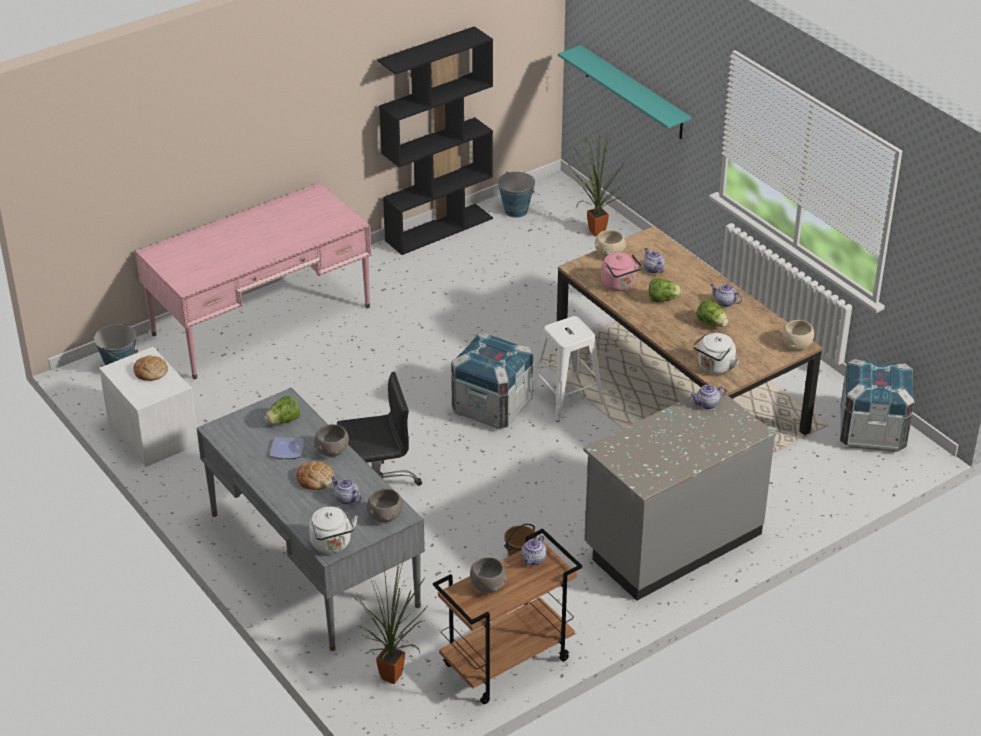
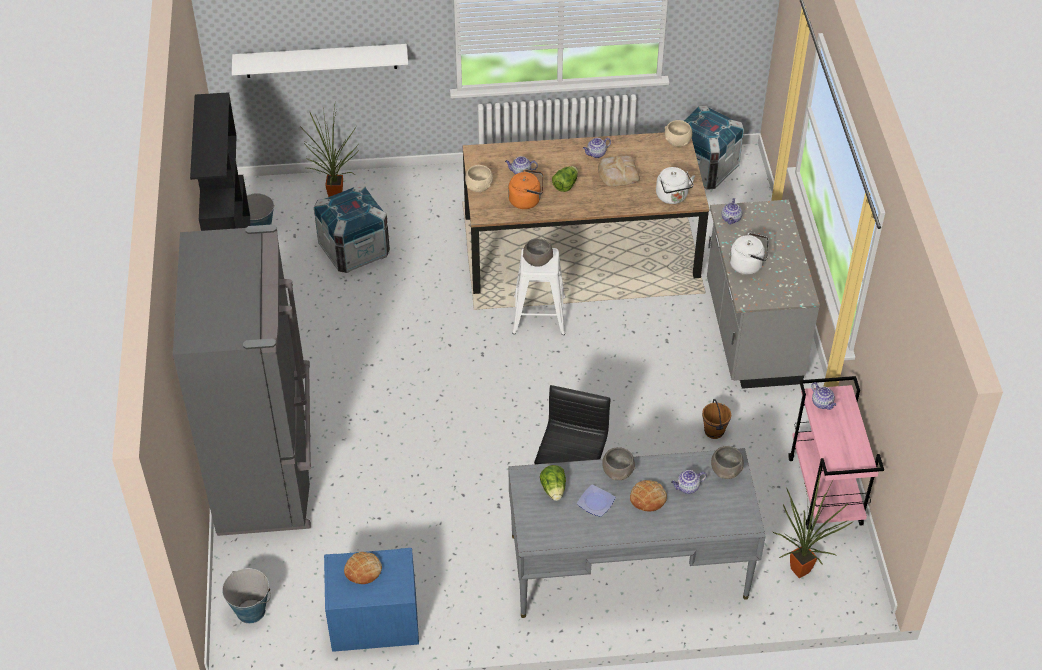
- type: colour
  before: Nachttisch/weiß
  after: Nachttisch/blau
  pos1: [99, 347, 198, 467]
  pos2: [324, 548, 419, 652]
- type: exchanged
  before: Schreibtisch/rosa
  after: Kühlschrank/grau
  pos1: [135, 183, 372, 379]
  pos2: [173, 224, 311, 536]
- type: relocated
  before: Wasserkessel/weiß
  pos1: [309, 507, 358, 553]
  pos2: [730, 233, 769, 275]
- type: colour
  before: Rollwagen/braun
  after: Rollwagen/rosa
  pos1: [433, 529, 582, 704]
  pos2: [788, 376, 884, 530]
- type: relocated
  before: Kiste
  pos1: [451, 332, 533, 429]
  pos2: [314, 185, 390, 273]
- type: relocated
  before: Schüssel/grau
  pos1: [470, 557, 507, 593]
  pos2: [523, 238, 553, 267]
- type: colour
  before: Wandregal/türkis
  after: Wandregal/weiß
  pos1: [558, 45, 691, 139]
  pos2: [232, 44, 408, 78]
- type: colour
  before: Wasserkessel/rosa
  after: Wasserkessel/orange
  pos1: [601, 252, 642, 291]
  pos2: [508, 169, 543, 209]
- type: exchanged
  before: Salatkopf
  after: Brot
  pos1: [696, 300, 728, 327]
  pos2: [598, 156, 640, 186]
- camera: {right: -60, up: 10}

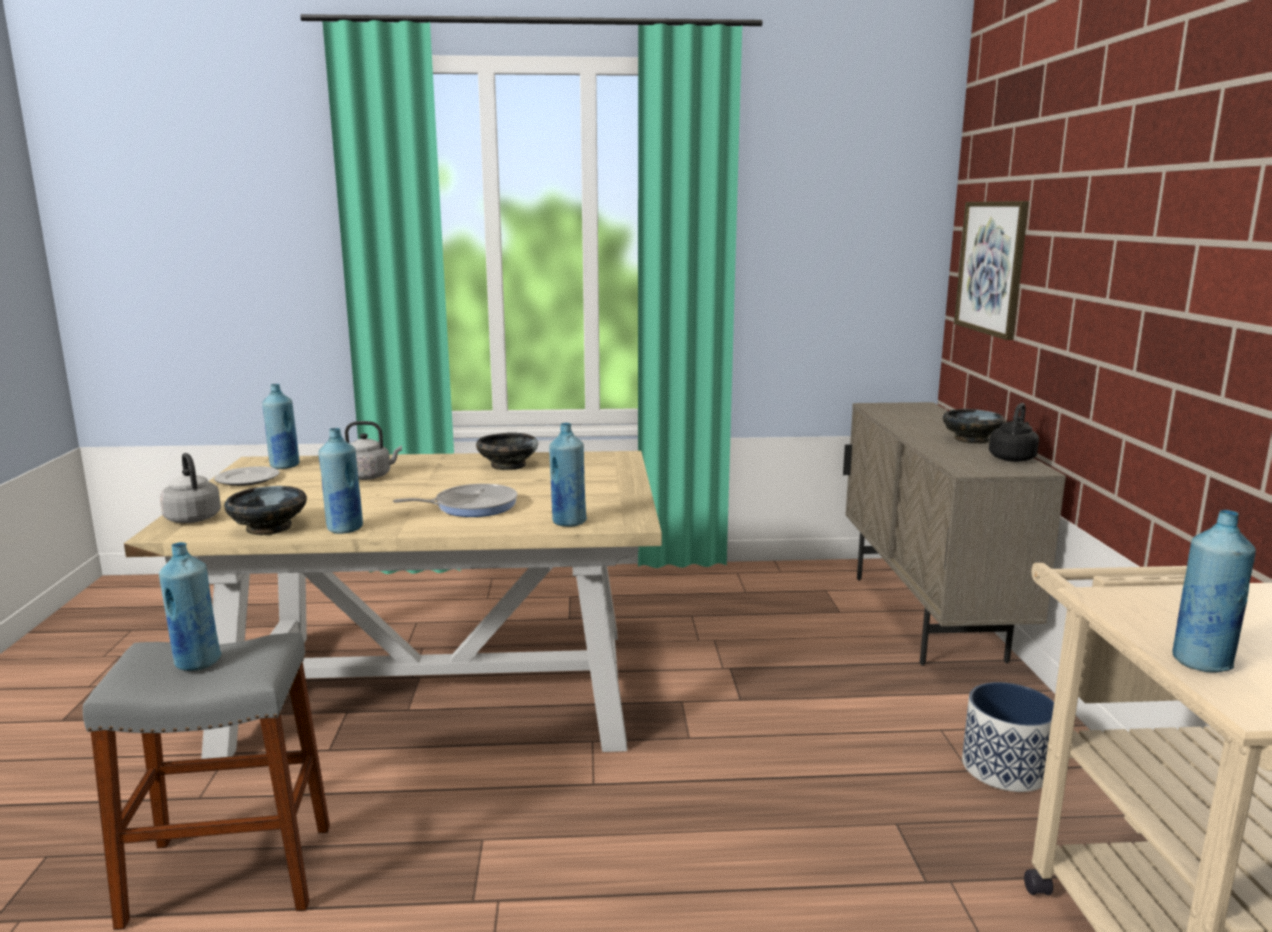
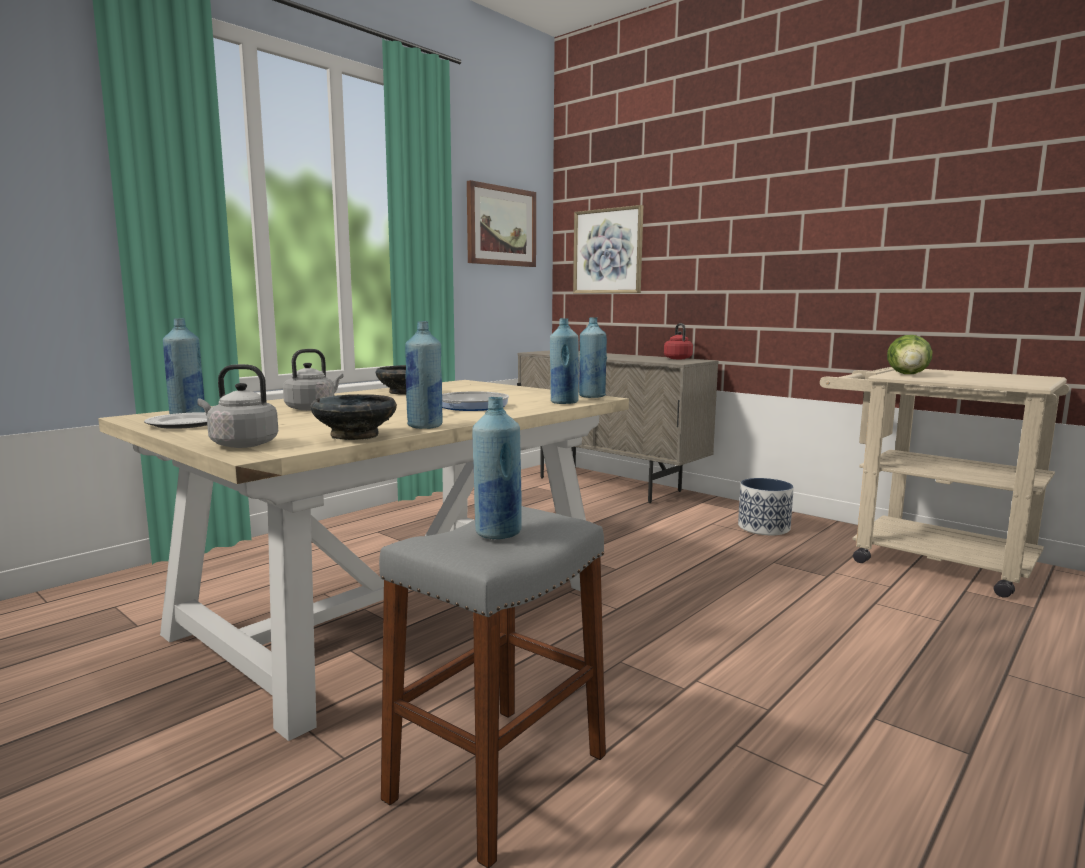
- type: missing
  before: Schüssel/schwarz
  pos1: [943, 409, 1005, 444]
- type: colour
  before: Wasserkessel/schwarz
  after: Wasserkessel/rot
  pos1: [989, 403, 1039, 462]
  pos2: [664, 323, 693, 359]
- type: relocated
  before: Flasche/blau
  pos1: [1173, 510, 1256, 673]
  pos2: [579, 317, 607, 398]
- type: appeared
  after: Bild
  pos2: [467, 180, 536, 267]
- type: appeared
  after: Salatkopf
  pos2: [887, 335, 932, 374]
- camera: {right: -45, up: -5}

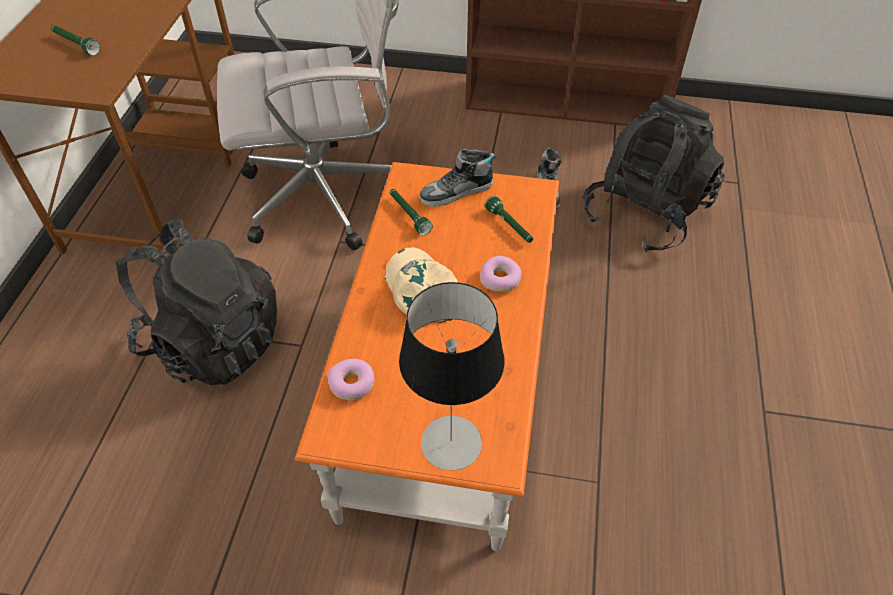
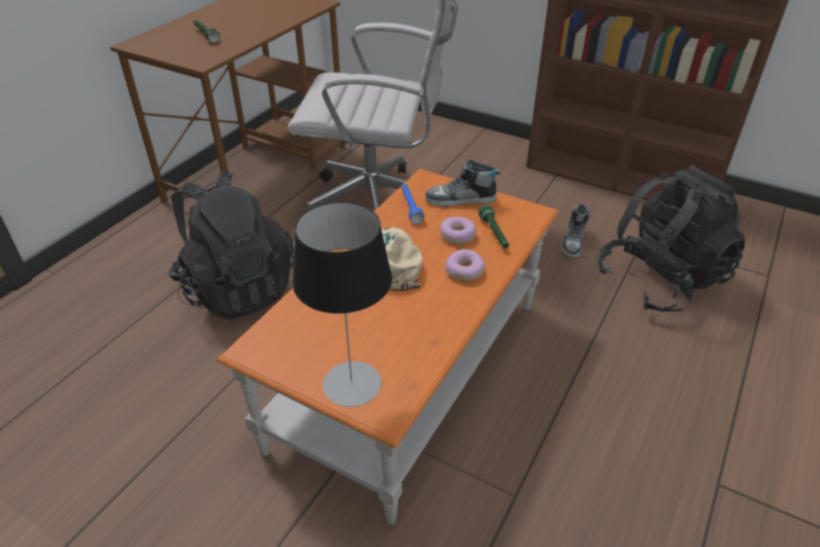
- type: relocated
  before: Donut
  pos1: [328, 359, 374, 401]
  pos2: [440, 217, 477, 244]
- type: colour
  before: Taschenlampe/grün
  after: Taschenlampe/blau
  pos1: [390, 189, 433, 235]
  pos2: [402, 184, 425, 224]
- camera: {right: 20, up: -10}

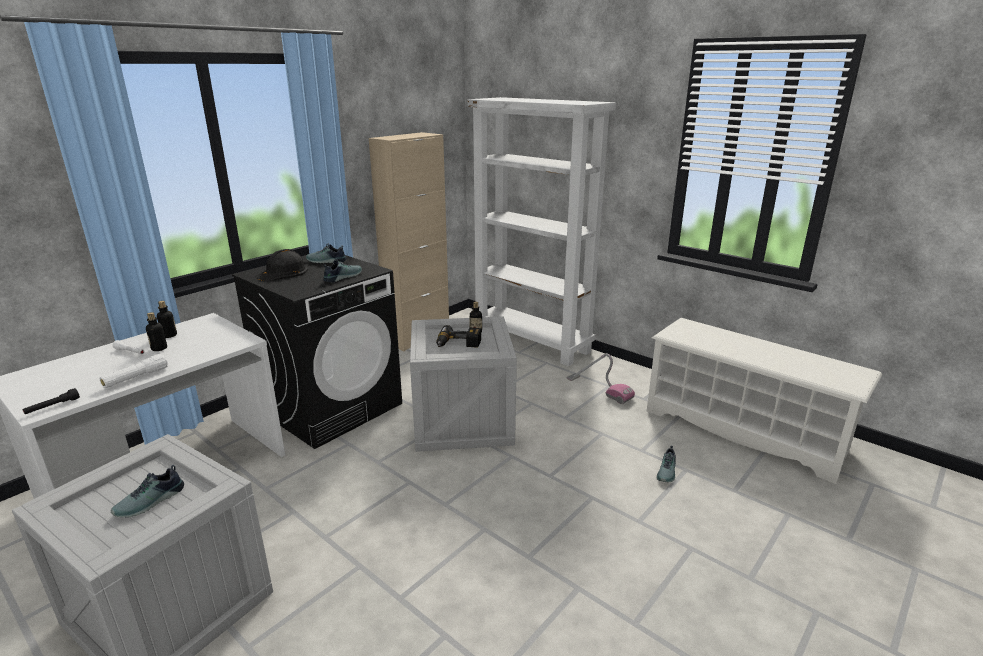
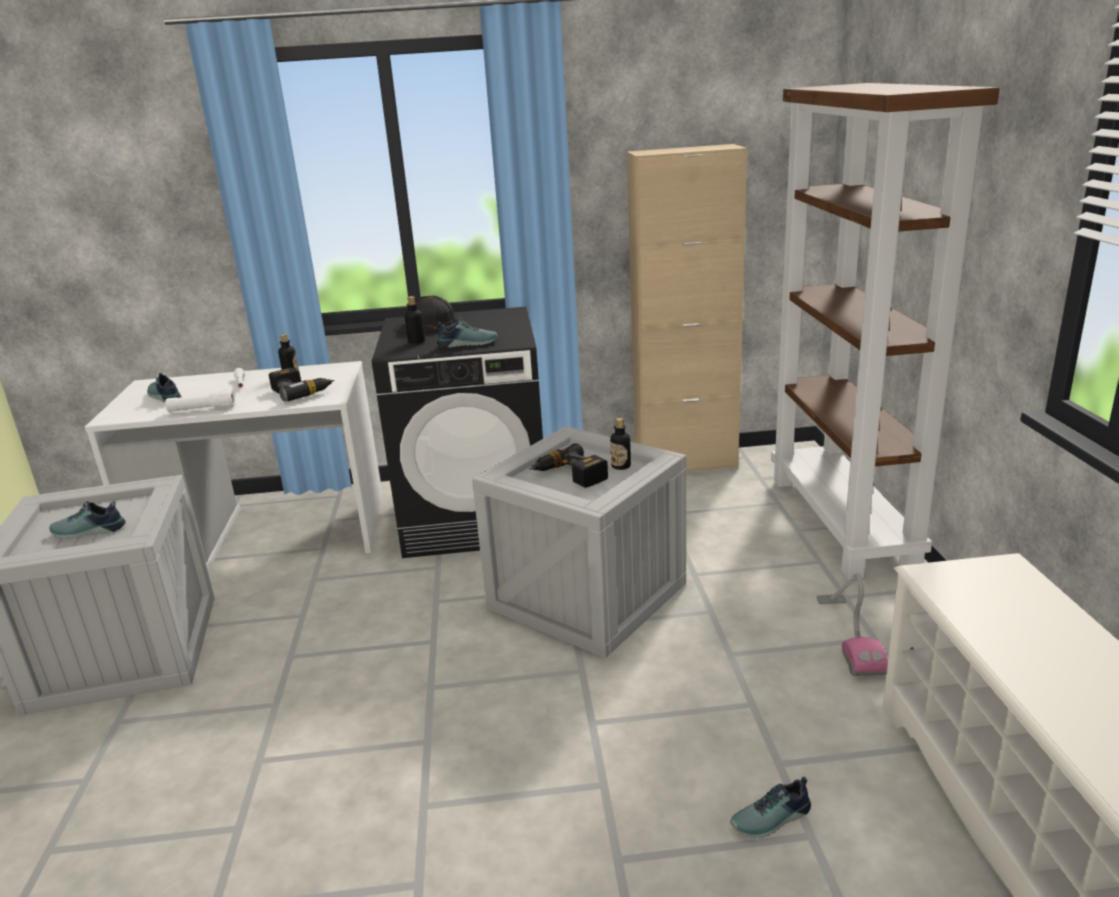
- type: missing
  before: Taschenlampe/schwarz
  pos1: [23, 388, 80, 414]
- type: relocated
  before: Flasche
  pos1: [146, 312, 167, 351]
  pos2: [404, 296, 425, 344]
- type: relocated
  before: Schuh
  pos1: [306, 243, 347, 263]
  pos2: [147, 373, 182, 403]
- type: colour
  before: Bücherregal/weiß
  after: Bücherregal/braun
  pos1: [467, 97, 616, 366]
  pos2: [771, 83, 1000, 580]
- type: appeared
  after: Bohrmaschine
  pos2: [269, 368, 334, 402]
- camera: {right: 45, up: 0}

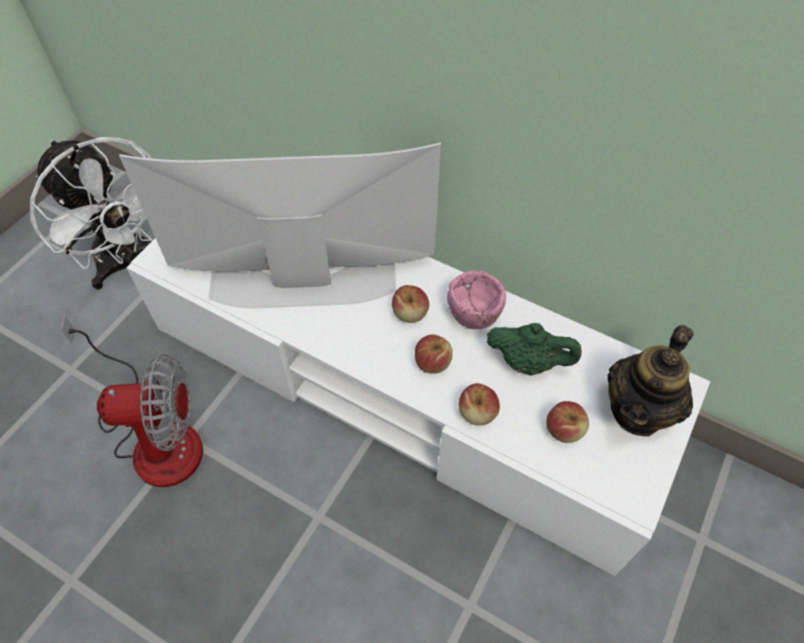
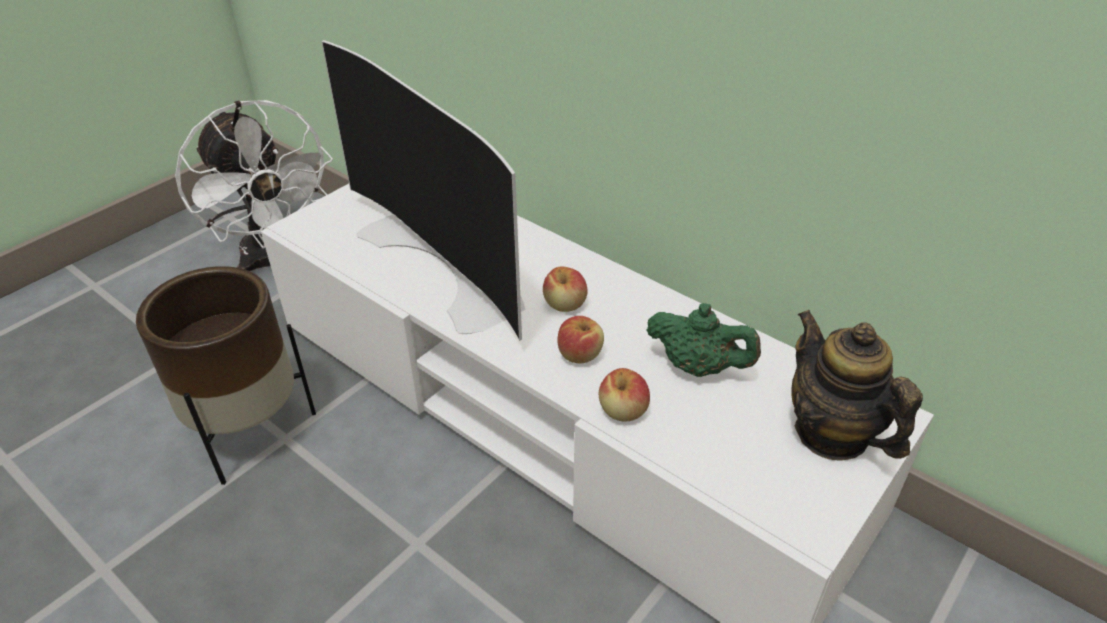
- type: exchanged
  before: Ventilator
  after: Pflanzkübel/braun
  pos1: [61, 315, 203, 487]
  pos2: [136, 266, 316, 485]
- type: spun
  before: Fernseher
  pos1: [119, 143, 441, 309]
  pos2: [321, 40, 525, 341]
  turn: -135
- type: missing
  before: Schüssel/rosa
  pos1: [447, 270, 506, 329]
- type: missing
  before: Apfel
  pos1: [546, 401, 589, 443]
- type: spun
  before: Teekanne
  pos1: [607, 325, 693, 437]
  pos2: [791, 310, 923, 461]
  turn: 105
- camera: {right: 10, up: -15}

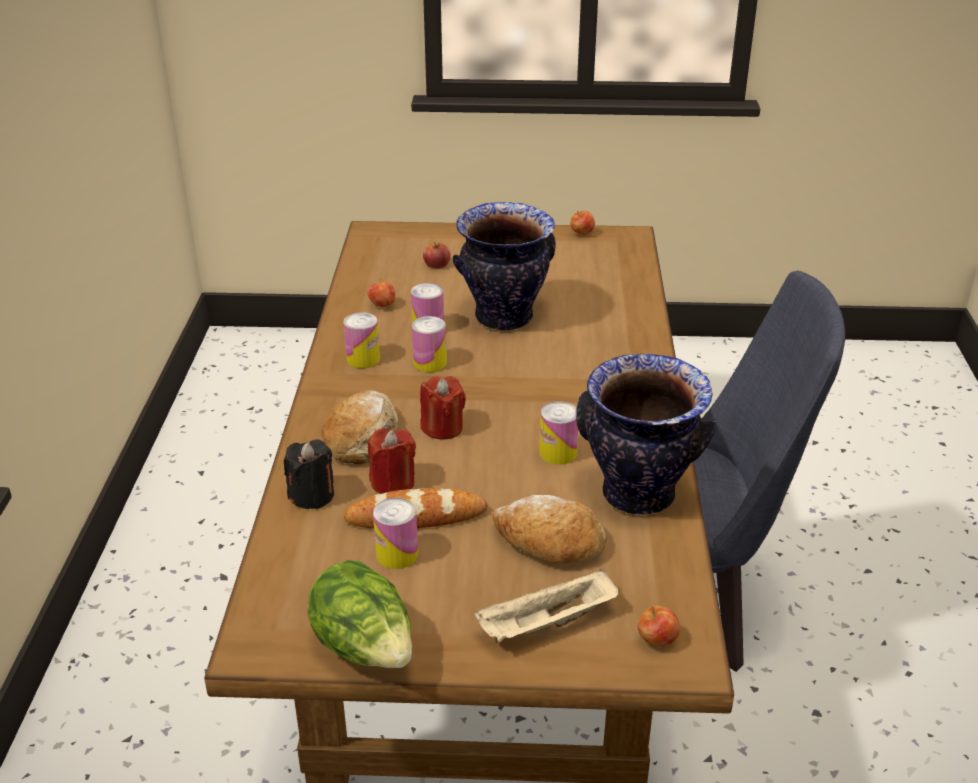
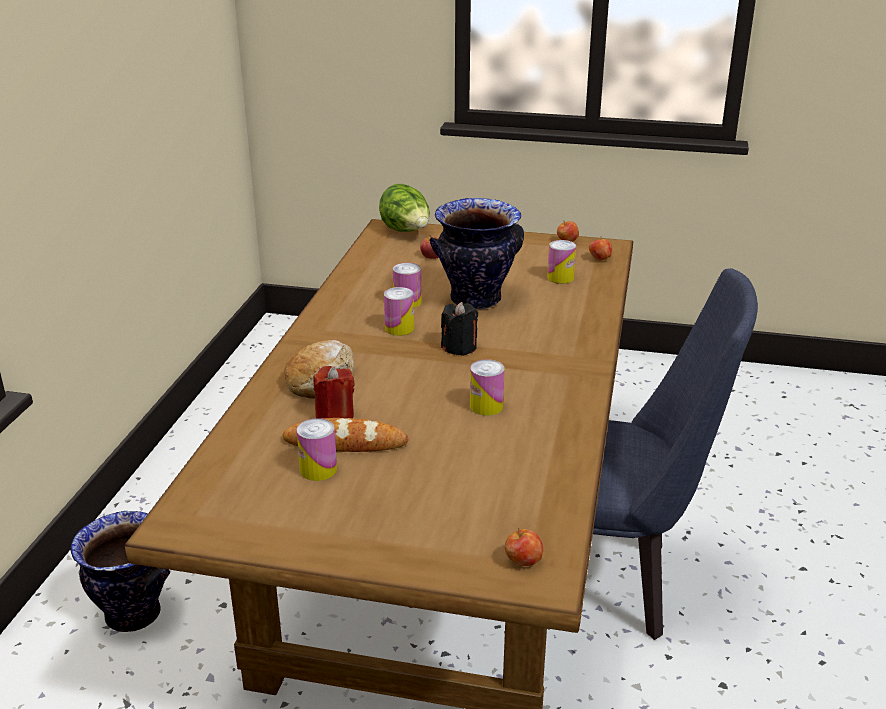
- type: relocated
  before: Kerze/schwarz
  pos1: [284, 439, 334, 509]
  pos2: [441, 302, 478, 356]
- type: relocated
  before: Salatkopf
  pos1: [308, 560, 412, 668]
  pos2: [379, 184, 430, 232]
- type: relocated
  before: Dose
  pos1: [343, 312, 380, 368]
  pos2: [547, 240, 576, 284]
- type: relocated
  before: Apfel
  pos1: [367, 278, 395, 307]
  pos2: [589, 238, 612, 261]
- type: missing
  before: Kerze/rot
  pos1: [420, 376, 466, 440]
- type: missing
  before: Tablett/beige
  pos1: [475, 569, 619, 642]
- type: missing
  before: Brot
  pos1: [492, 495, 606, 563]
- type: relocated
  before: Vase
  pos1: [576, 354, 718, 515]
  pos2: [71, 511, 170, 632]
- camera: {right: 10, up: -5}

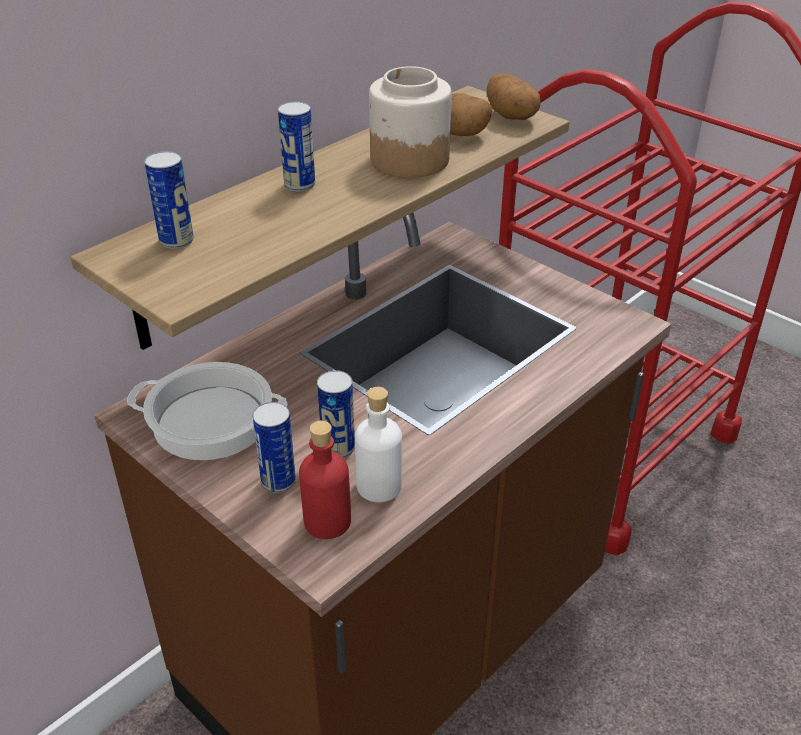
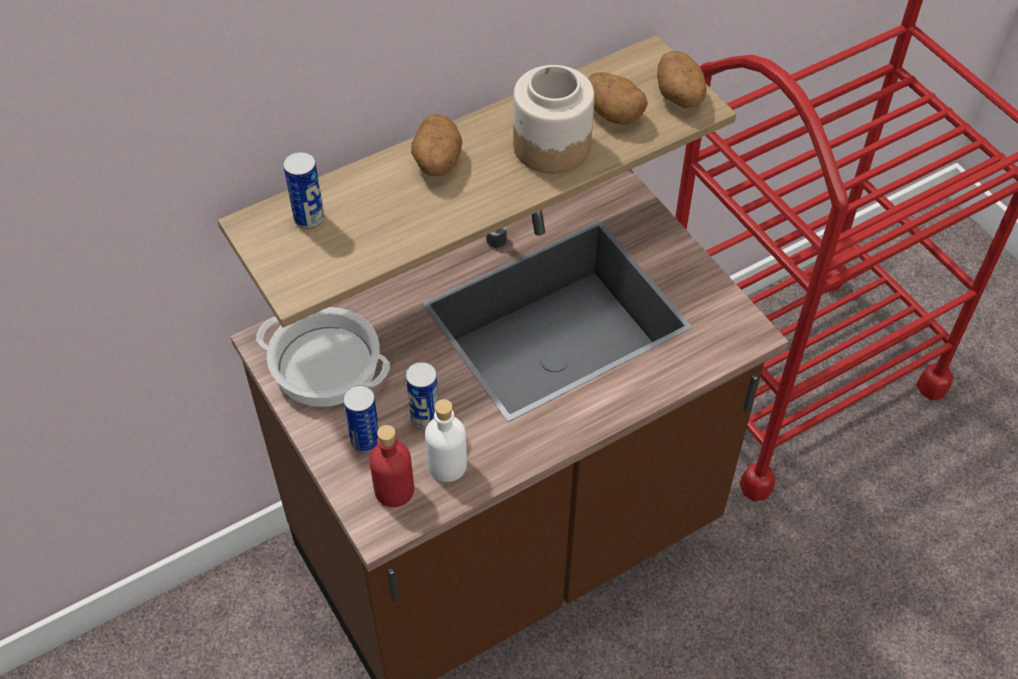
- type: exchanged
  before: Dose
  after: Kartoffel
  pos1: [278, 101, 315, 192]
  pos2: [411, 114, 462, 176]
- camera: {right: 15, up: 15}

